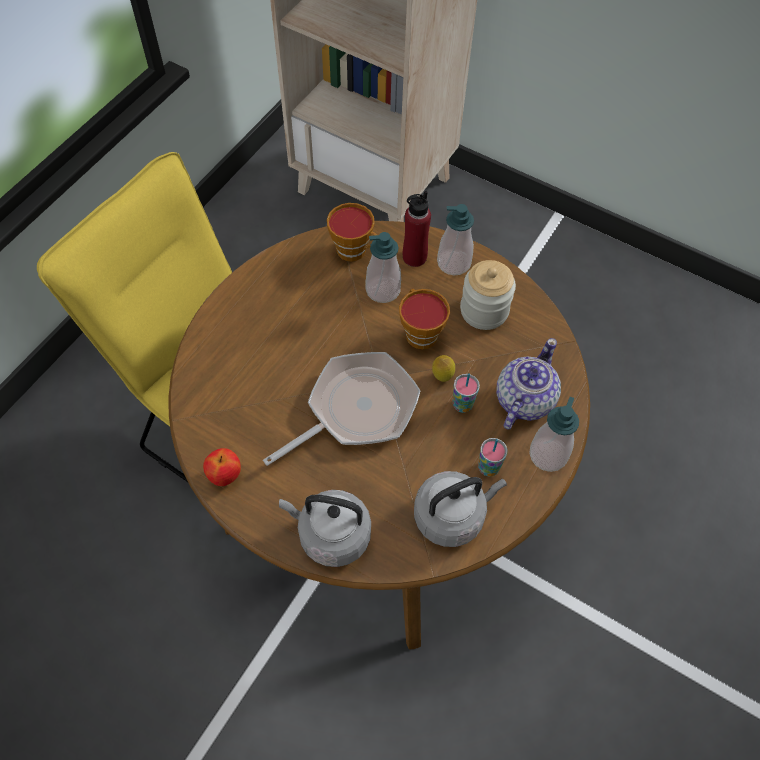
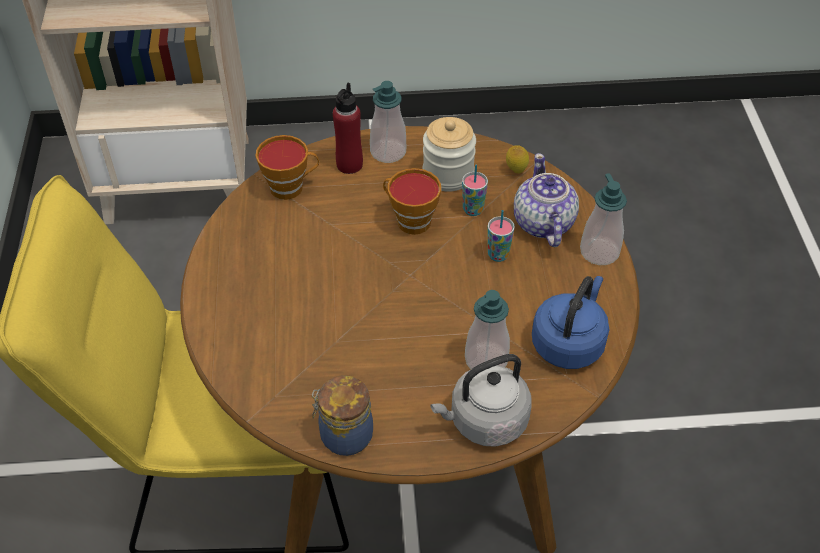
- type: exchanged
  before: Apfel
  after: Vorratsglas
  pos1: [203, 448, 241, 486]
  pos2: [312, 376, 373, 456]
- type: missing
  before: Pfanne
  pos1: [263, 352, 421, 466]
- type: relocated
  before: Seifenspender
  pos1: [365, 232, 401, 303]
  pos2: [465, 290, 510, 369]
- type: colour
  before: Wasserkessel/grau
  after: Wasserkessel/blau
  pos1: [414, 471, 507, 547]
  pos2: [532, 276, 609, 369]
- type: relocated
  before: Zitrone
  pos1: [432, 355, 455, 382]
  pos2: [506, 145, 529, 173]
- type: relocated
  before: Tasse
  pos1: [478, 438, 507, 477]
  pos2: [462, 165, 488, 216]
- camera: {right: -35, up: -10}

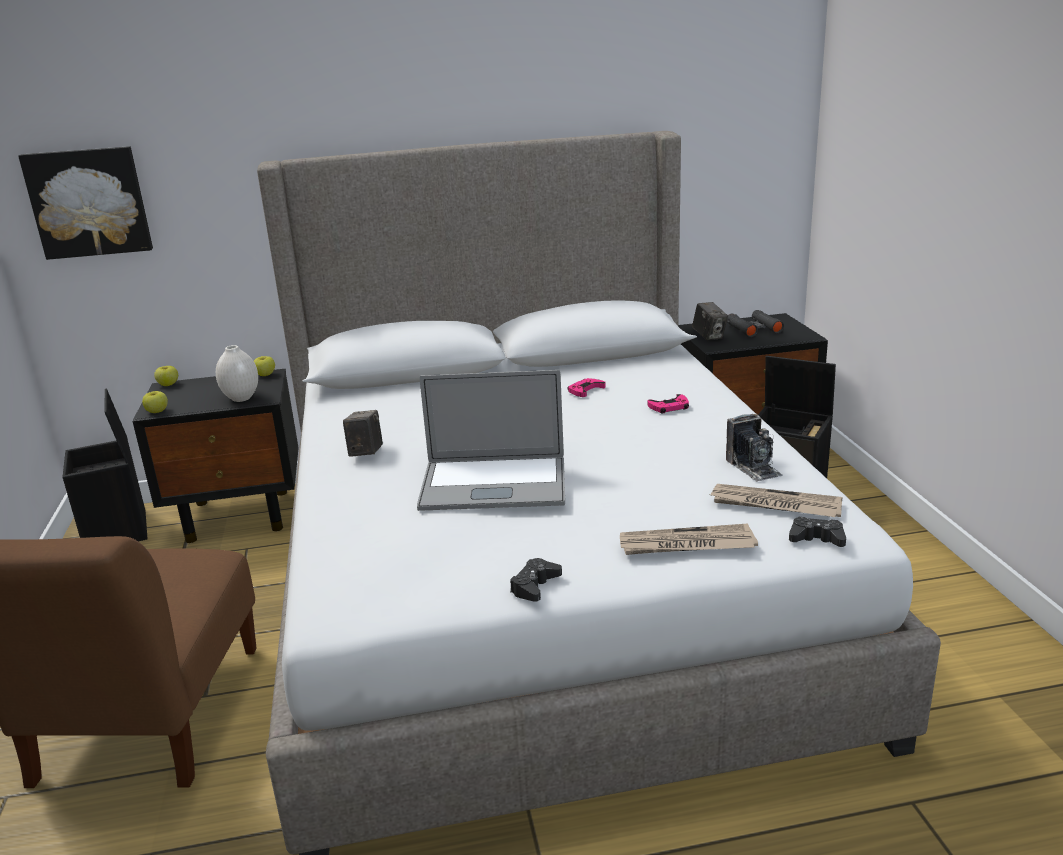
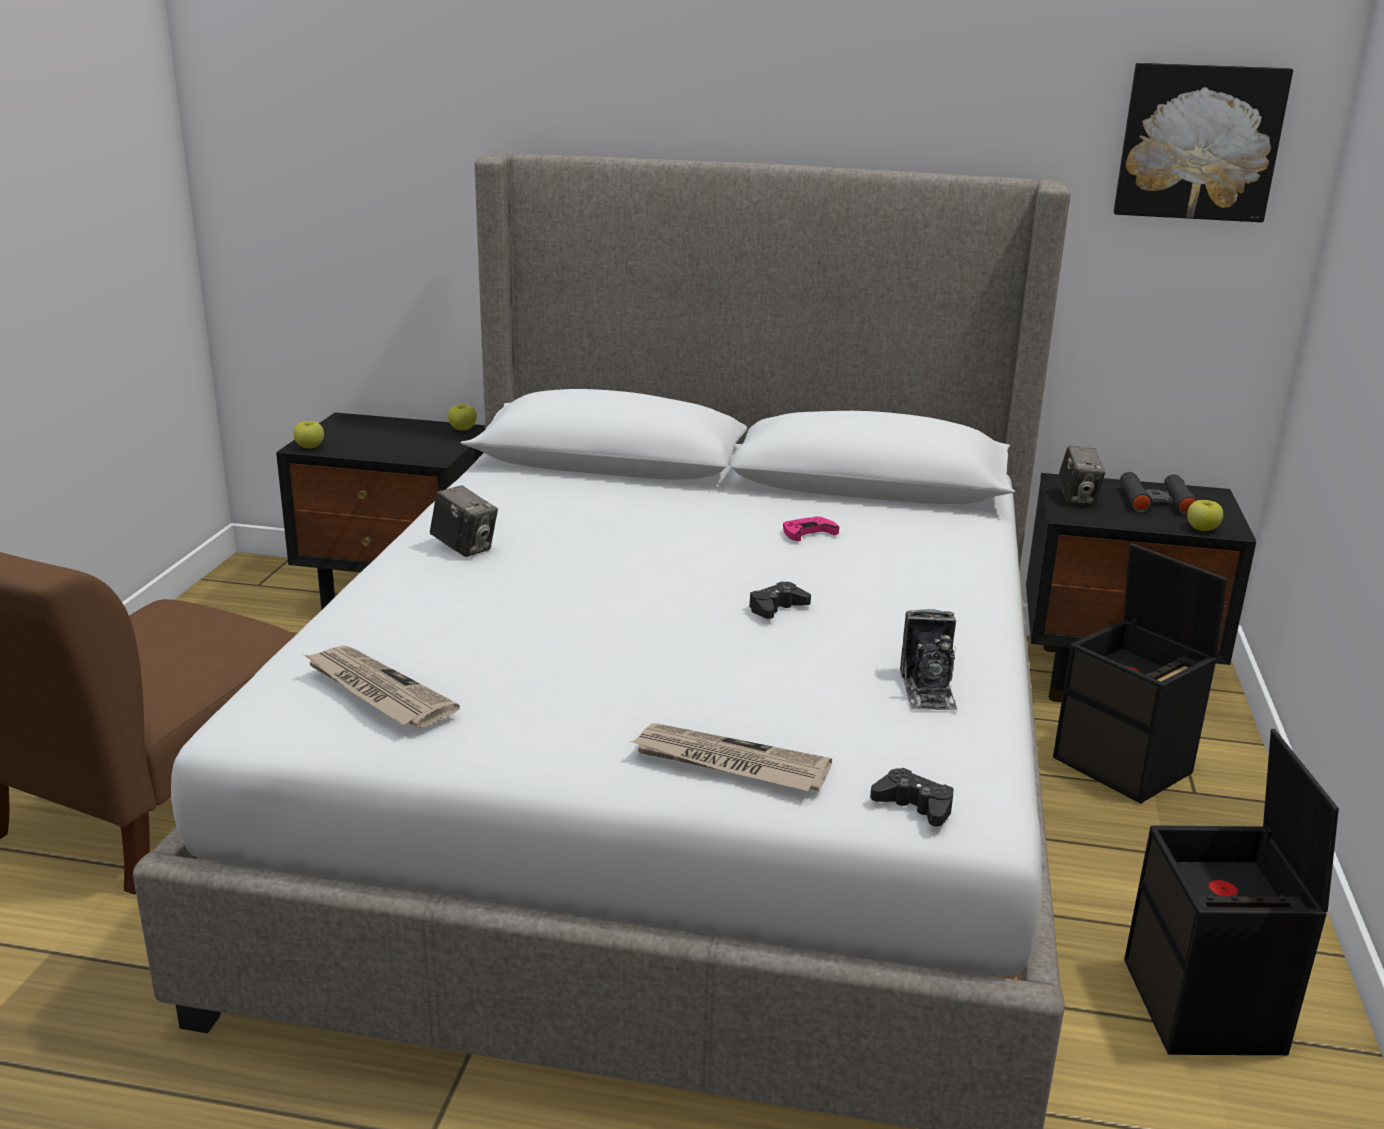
- type: relocated
  before: Bild
  pos1: [18, 146, 153, 260]
  pos2: [1114, 63, 1293, 223]
- type: relocated
  before: Aufbewahrungsbox/schwarz
  pos1: [63, 389, 148, 541]
  pos2: [1124, 729, 1339, 1055]
- type: relocated
  before: Apfel
  pos1: [154, 366, 178, 386]
  pos2: [1187, 500, 1223, 531]
- type: missing
  before: Vase/weiß
  pos1: [216, 345, 258, 402]
- type: spun
  before: Kamera
  pos1: [343, 410, 383, 456]
  pos2: [430, 485, 498, 557]
  turn: 105
- type: missing
  before: Laptop
  pos1: [417, 370, 565, 511]
- type: relocated
  before: Gamepad/schwarz
  pos1: [510, 558, 562, 602]
  pos2: [749, 582, 811, 619]
- type: missing
  before: Gamepad/rosa
  pos1: [647, 394, 689, 413]
- type: relocated
  before: Zeitung
  pos1: [710, 484, 843, 517]
  pos2: [303, 645, 460, 728]
- camera: {right: 20, up: 0}

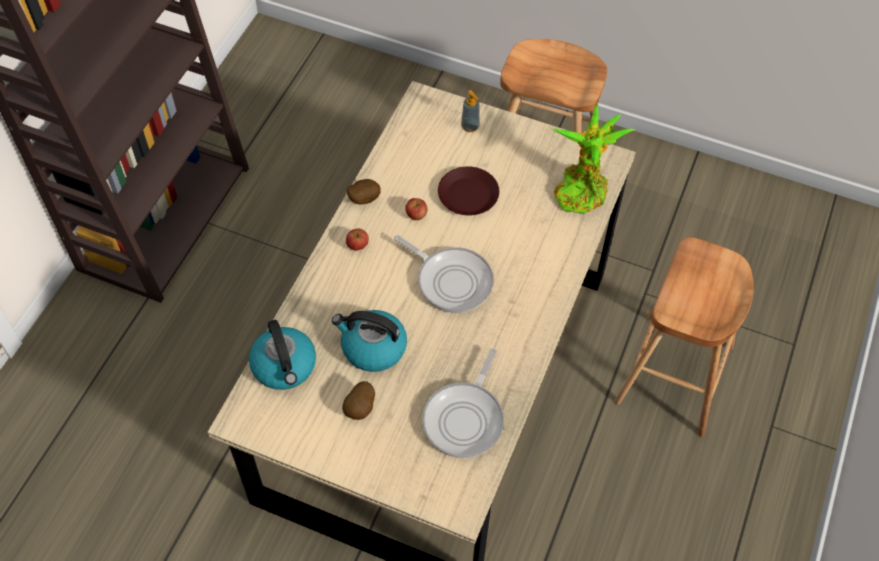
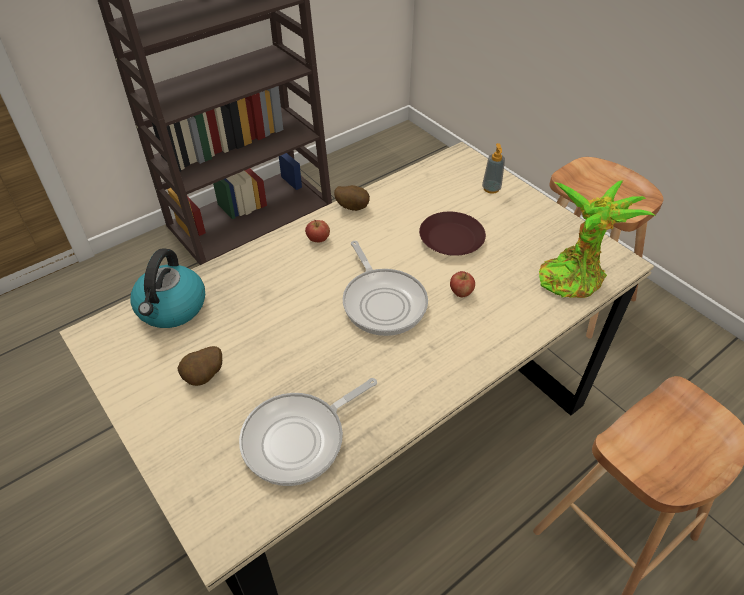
- type: missing
  before: Wasserkessel
  pos1: [332, 310, 407, 372]
- type: relocated
  before: Apfel
  pos1: [405, 198, 427, 220]
  pos2: [450, 271, 475, 297]
- camera: {right: 30, up: -10}

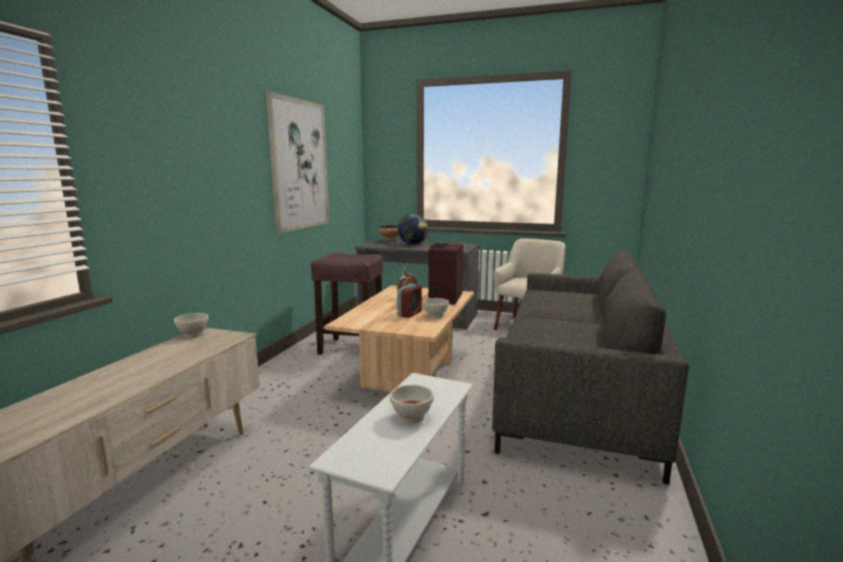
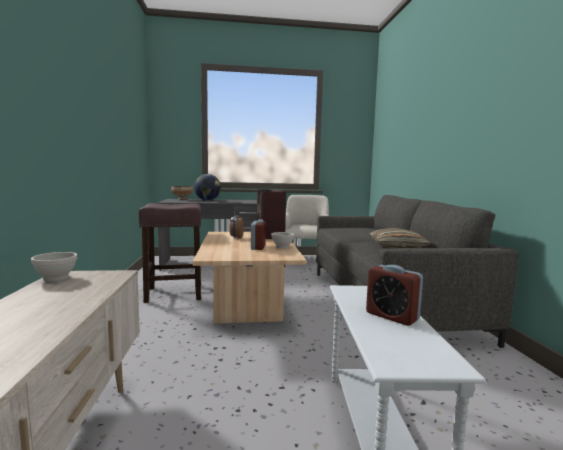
- type: missing
  before: Bild
  pos1: [266, 91, 329, 233]
- type: exchanged
  before: Schüssel/weiß
  after: Wecker
  pos1: [390, 385, 434, 424]
  pos2: [366, 265, 423, 326]
- type: appeared
  after: Kissen
  pos2: [369, 228, 431, 248]
- camera: {right: -25, up: -5}

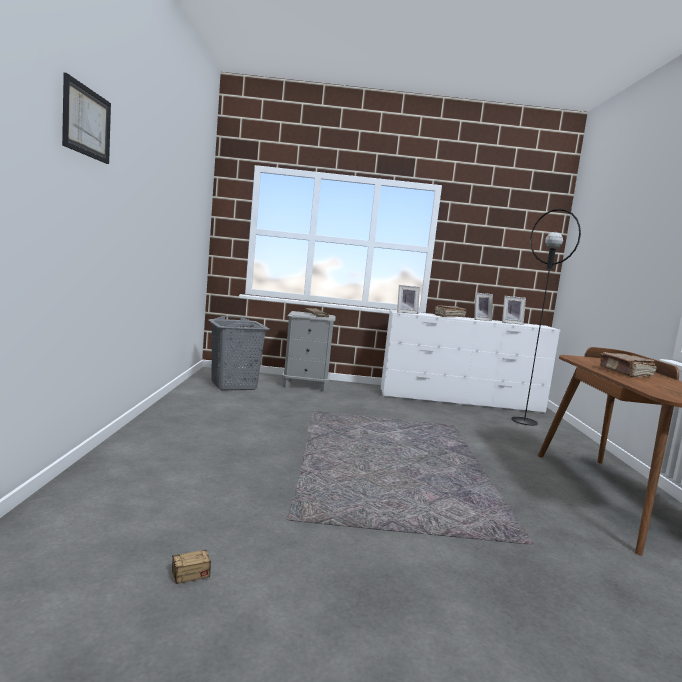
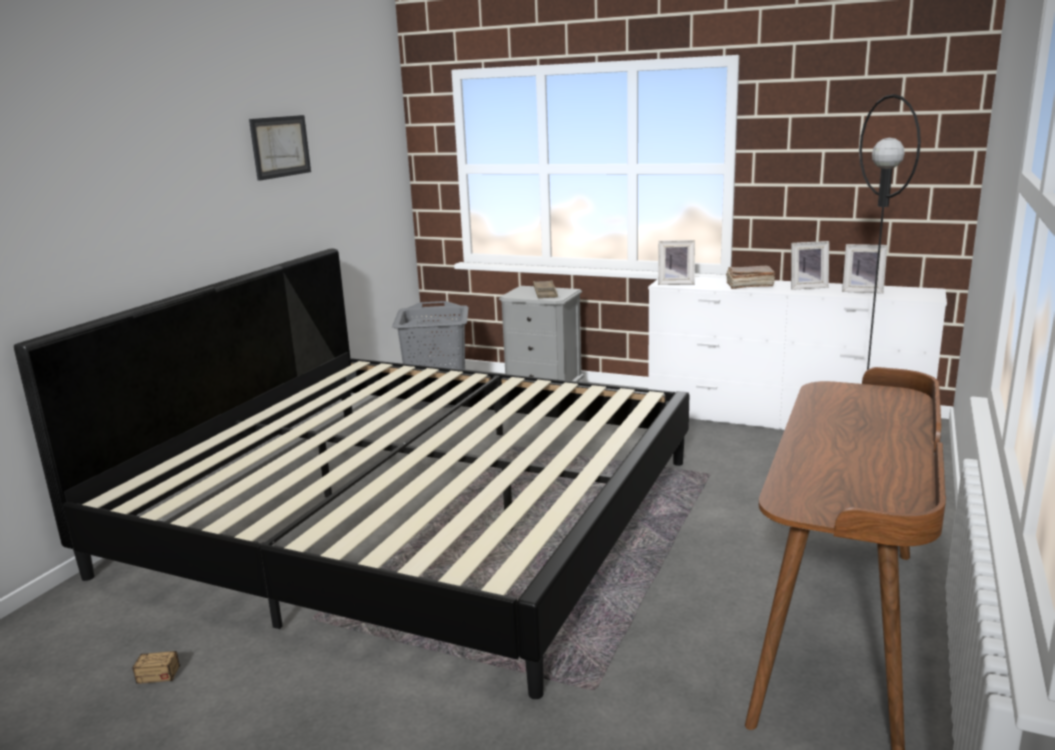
- type: relocated
  before: Bild
  pos1: [62, 73, 111, 164]
  pos2: [249, 115, 311, 181]
- type: missing
  before: Buch/braun
  pos1: [600, 352, 656, 378]
- type: appeared
  after: Bett
  pos2: [14, 249, 689, 699]
- camera: {right: 25, up: 10}

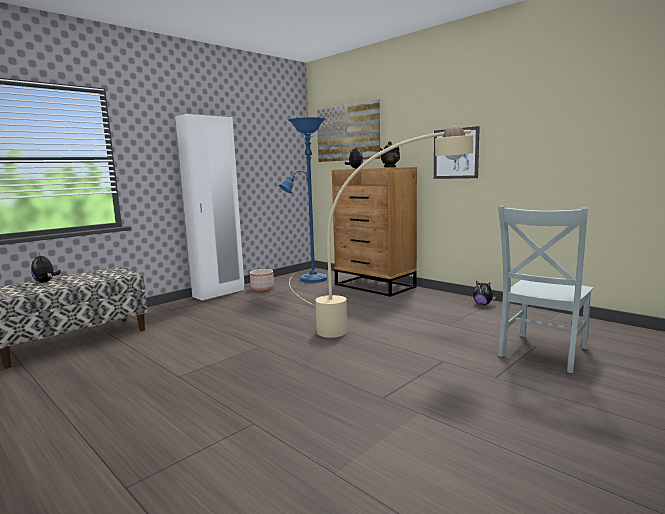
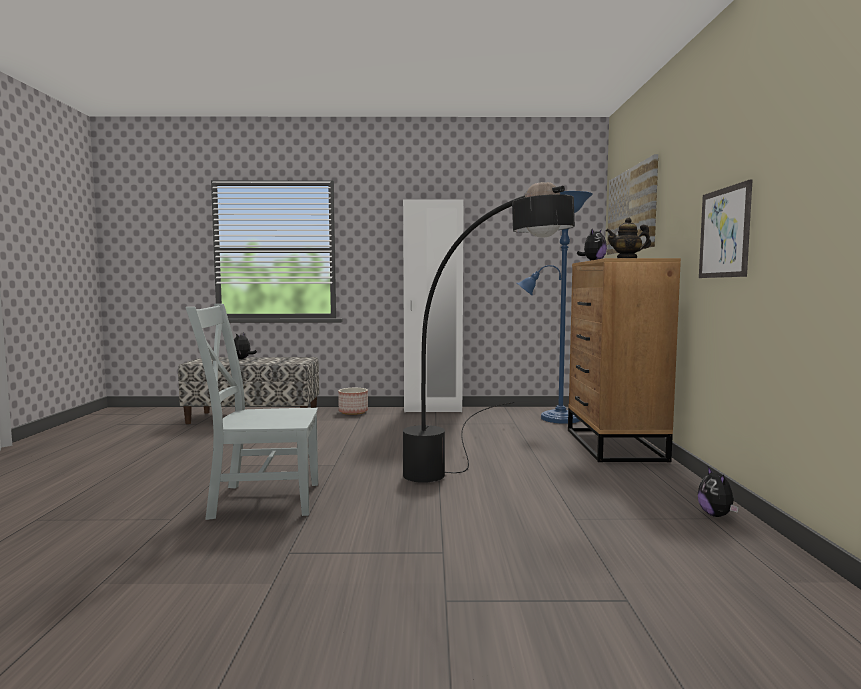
- type: relocated
  before: Pflanzkübel
  pos1: [250, 269, 274, 291]
  pos2: [338, 388, 368, 415]
- type: colour
  before: Stehlampe/beige
  after: Stehlampe/schwarz
  pos1: [289, 126, 473, 338]
  pos2: [403, 182, 575, 483]
- type: relocated
  before: Stuhl/grau
  pos1: [498, 206, 593, 373]
  pos2: [185, 304, 318, 520]
- camera: {right: 45, up: -5}

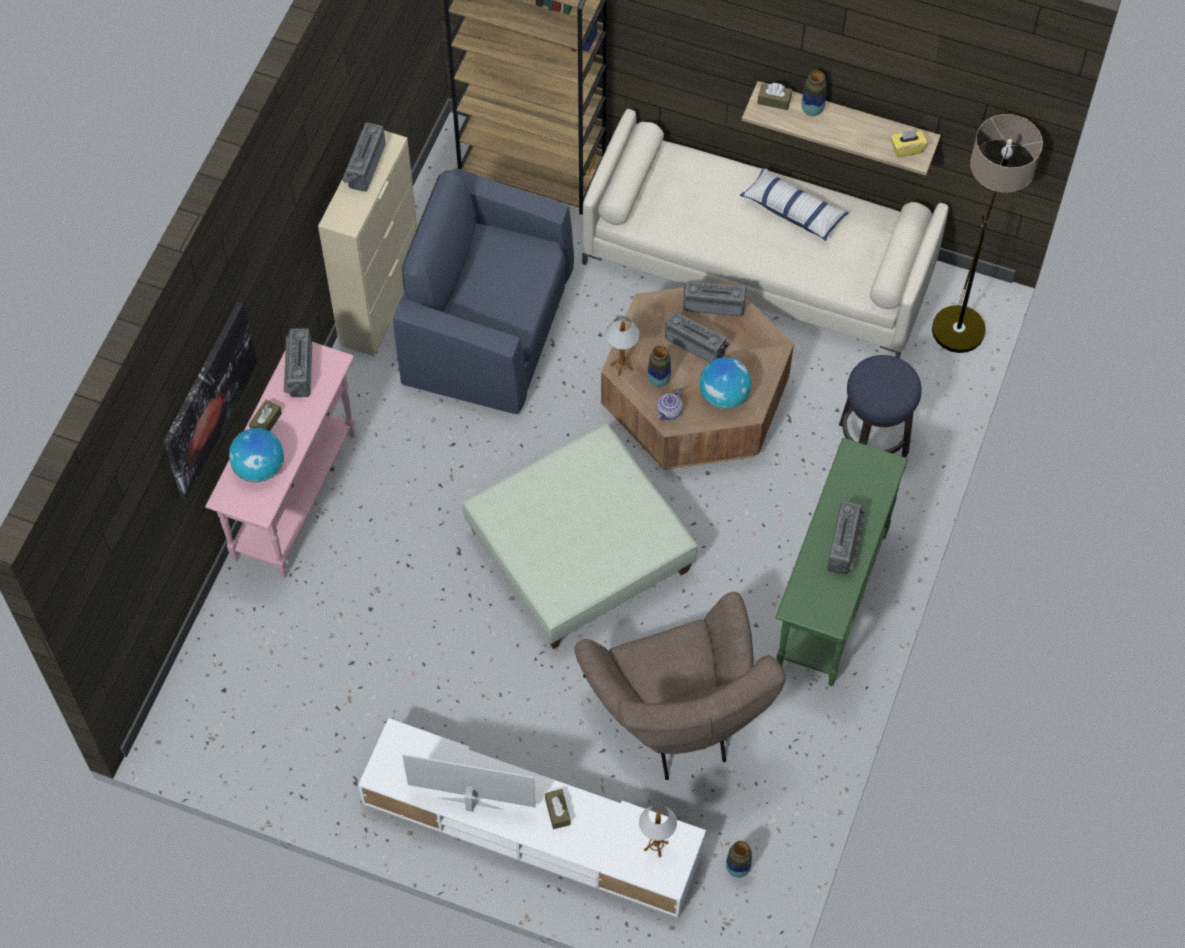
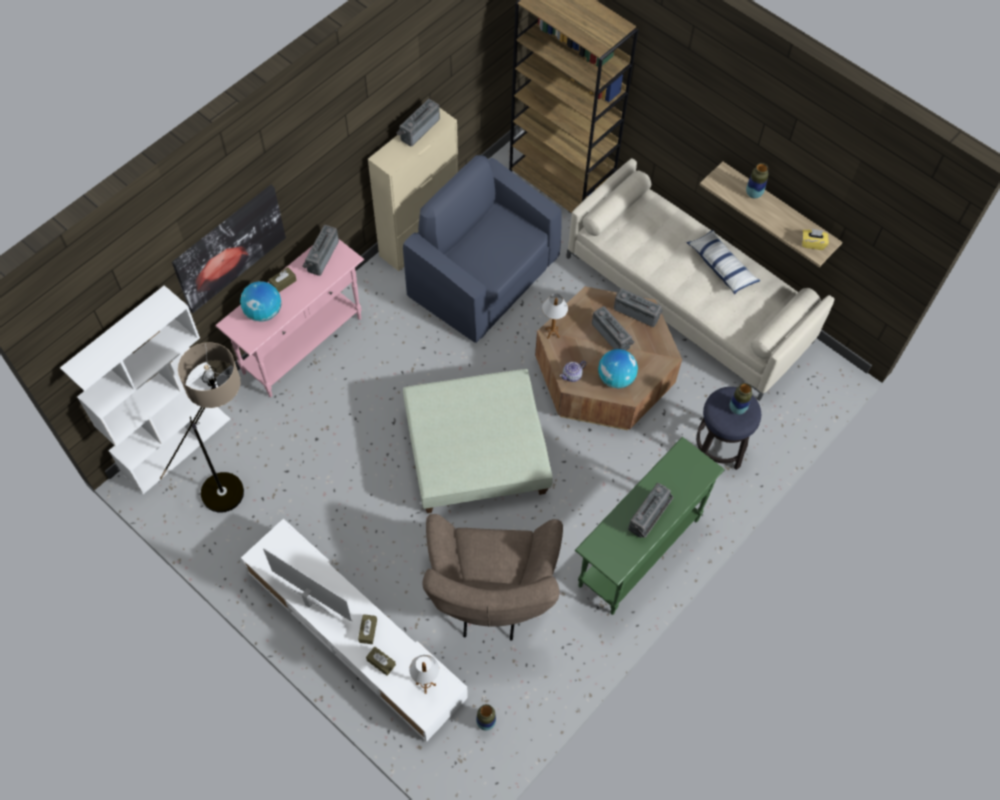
- type: relocated
  before: Vase
  pos1: [647, 346, 671, 387]
  pos2: [730, 383, 752, 415]
- type: relocated
  before: Taschentuchbox/braun
  pos1: [757, 83, 792, 110]
  pos2: [366, 646, 396, 676]
- type: relocated
  before: Stehlampe
  pos1: [932, 114, 1043, 353]
  pos2: [160, 342, 244, 513]
- type: appeared
  after: Bücherregal/weiß
  pos2: [60, 285, 230, 494]
- camera: {right: 20, up: 0}

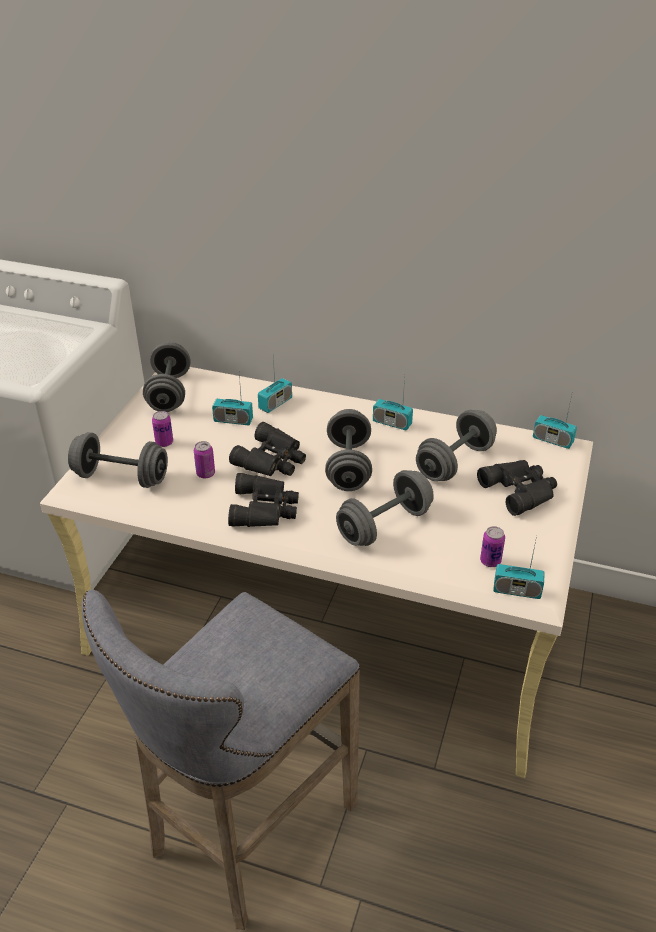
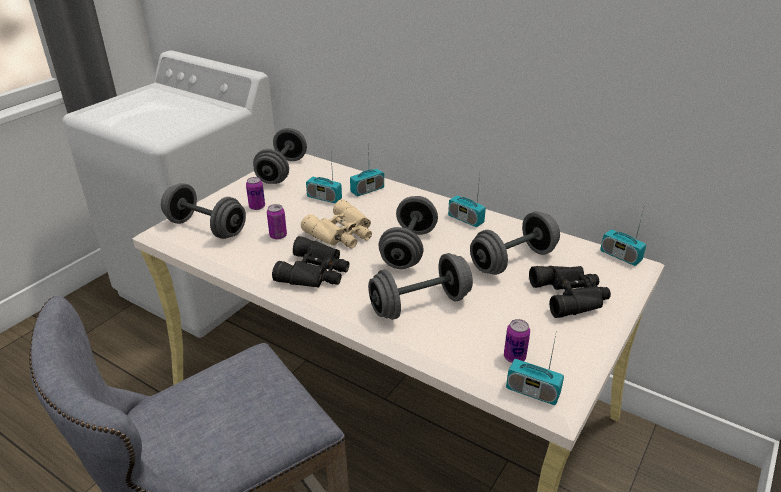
- type: colour
  before: Fernglas/schwarz
  after: Fernglas/beige
  pos1: [229, 422, 306, 476]
  pos2: [301, 199, 372, 248]
- camera: {right: 15, up: -5}

